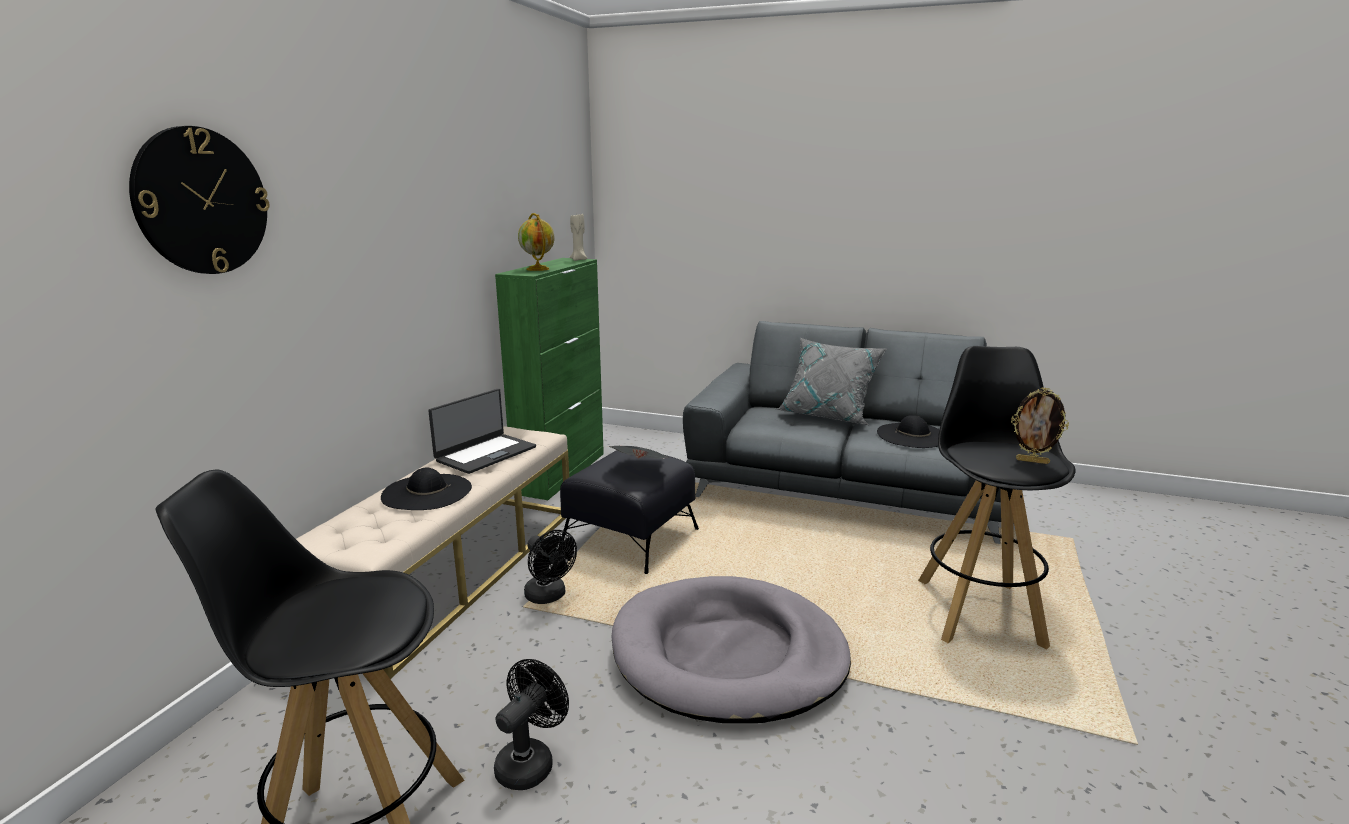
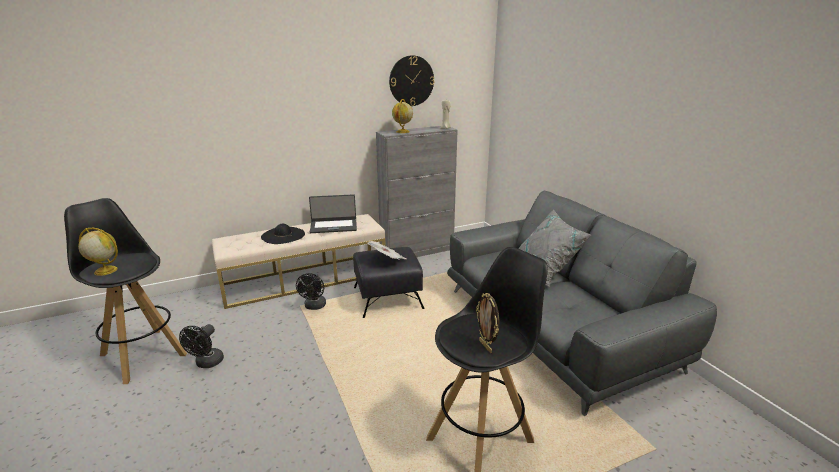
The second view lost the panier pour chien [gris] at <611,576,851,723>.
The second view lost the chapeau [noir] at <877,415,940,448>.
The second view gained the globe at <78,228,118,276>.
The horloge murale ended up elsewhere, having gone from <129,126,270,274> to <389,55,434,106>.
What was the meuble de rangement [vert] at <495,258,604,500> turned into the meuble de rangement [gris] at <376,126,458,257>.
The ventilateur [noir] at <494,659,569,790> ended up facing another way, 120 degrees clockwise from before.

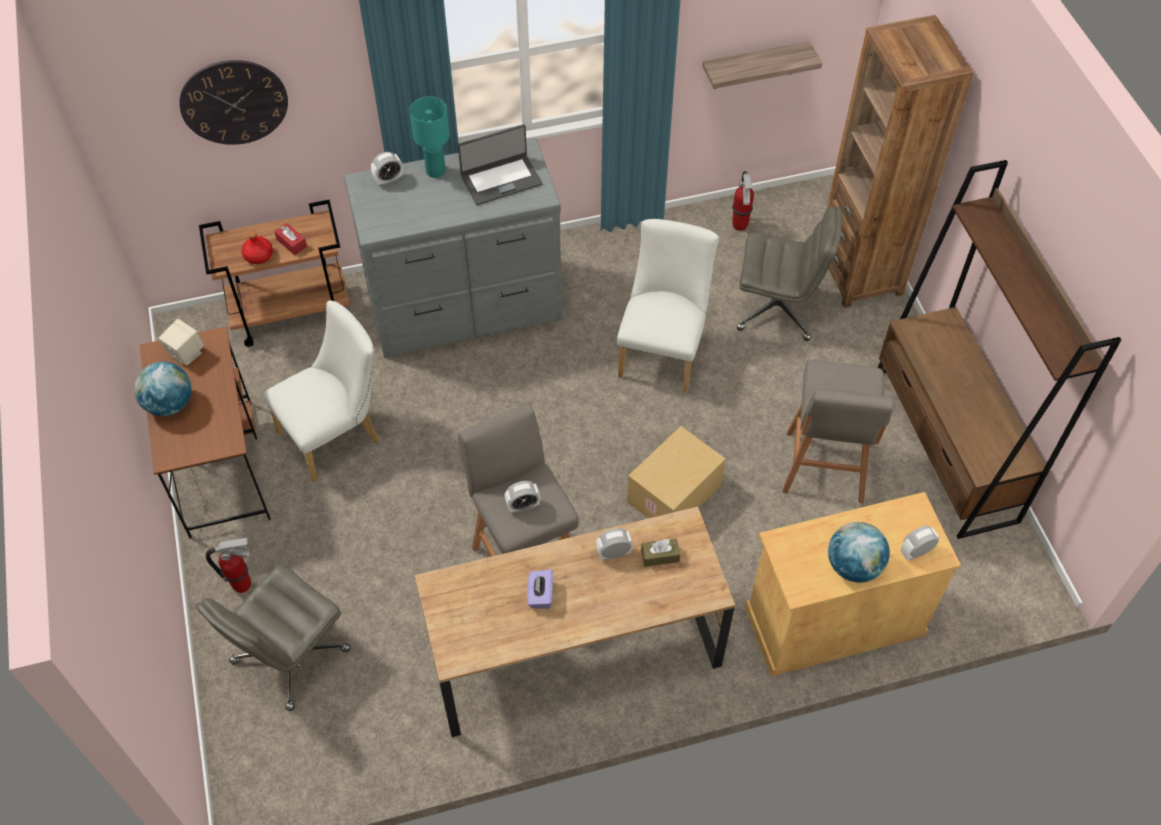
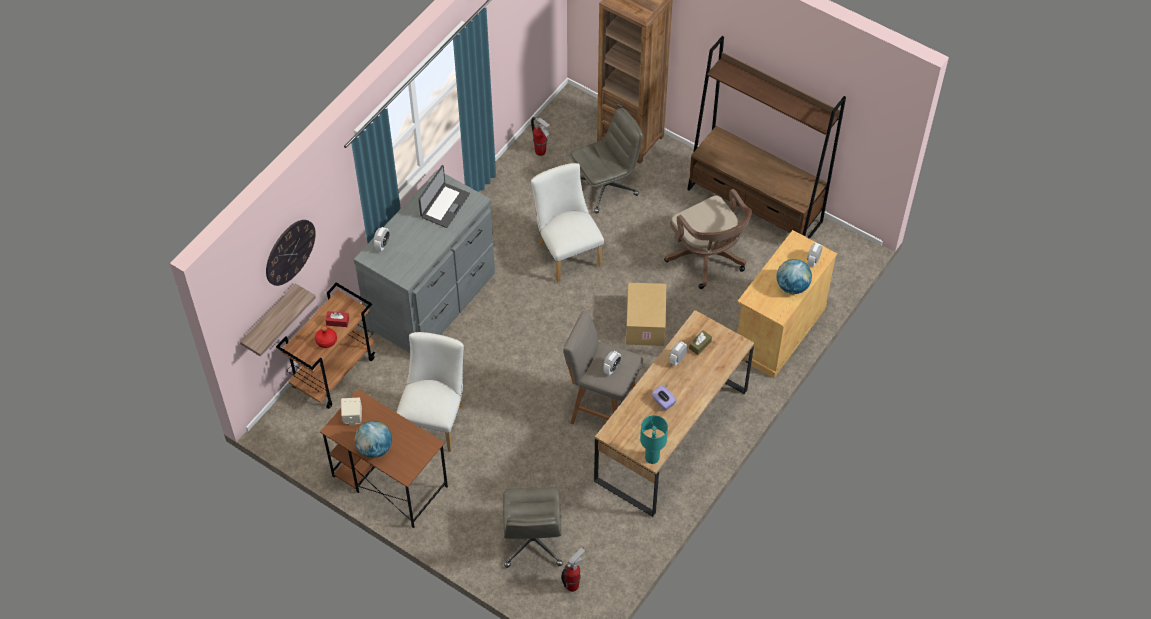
The extincteur ended up elsewhere, having gone from <206,538,252,593> to <561,547,586,592>.
The lampe de table [turquoise] ended up elsewhere, having gone from <409,96,450,178> to <640,415,668,464>.
The étagère ended up elsewhere, having gone from <702,41,822,89> to <240,283,316,357>.
Where the tabouret [gris] stood at <782,360,893,503>, the chaise de bureau [marron] came to stand at <664,189,752,289>.

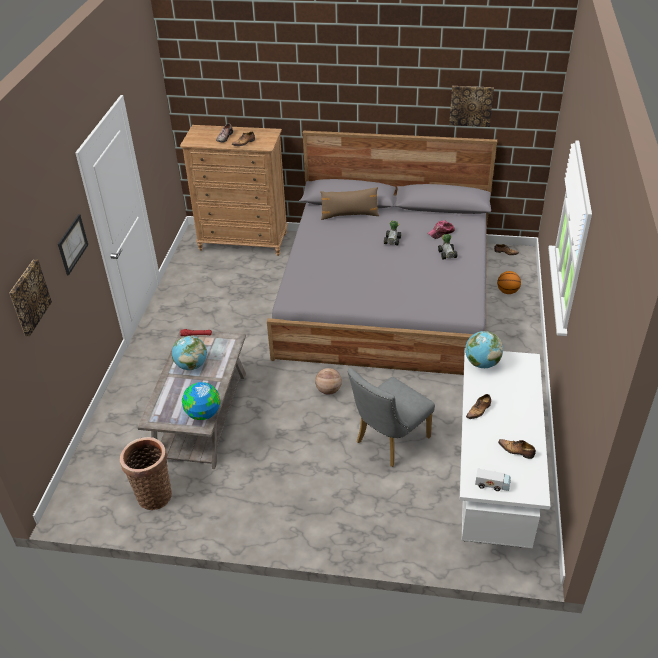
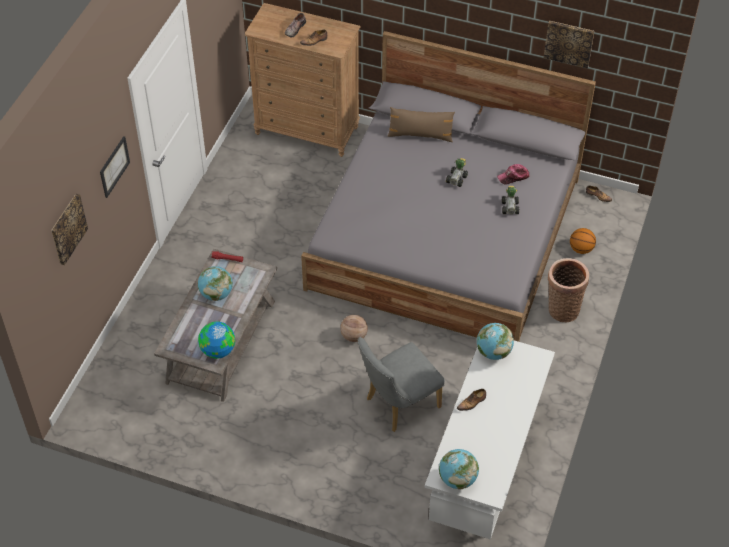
The second view lost the chaussure at <498,439,536,459>.
The panier ended up elsewhere, having gone from <120,437,172,510> to <548,258,589,322>.
Where the camion jouet stood at <475,469,511,491>, the globe came to stand at <439,449,479,489>.

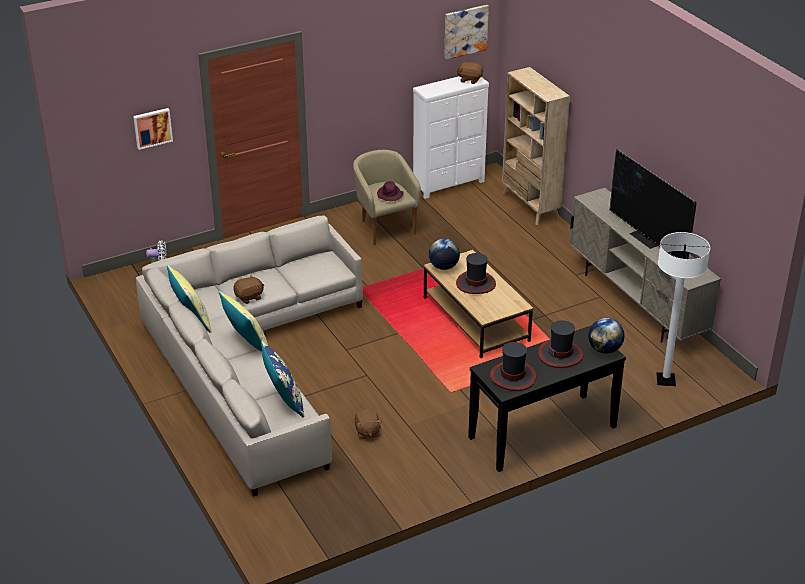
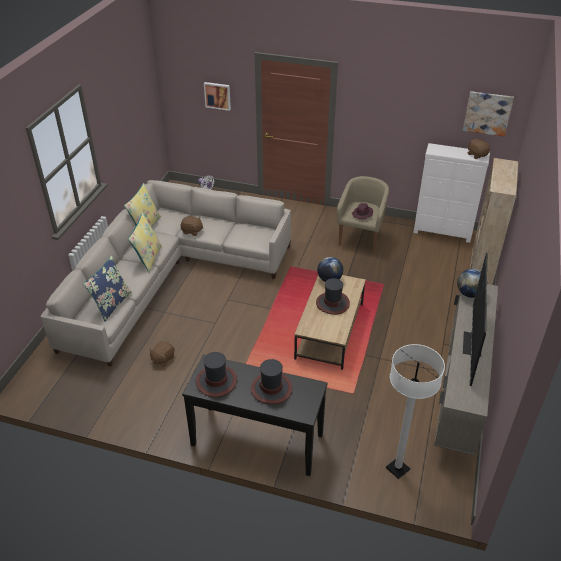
The globe ended up elsewhere, having gone from <588,318,625,354> to <457,269,481,298>.

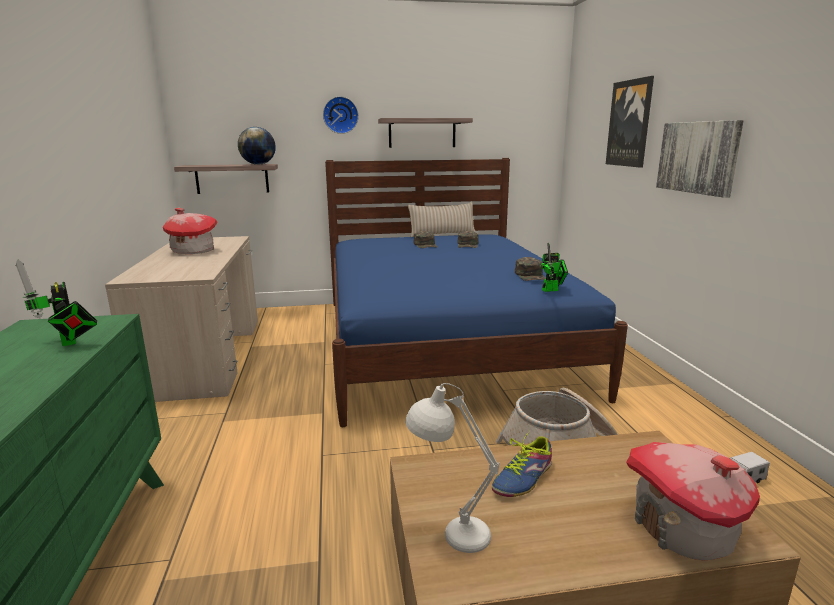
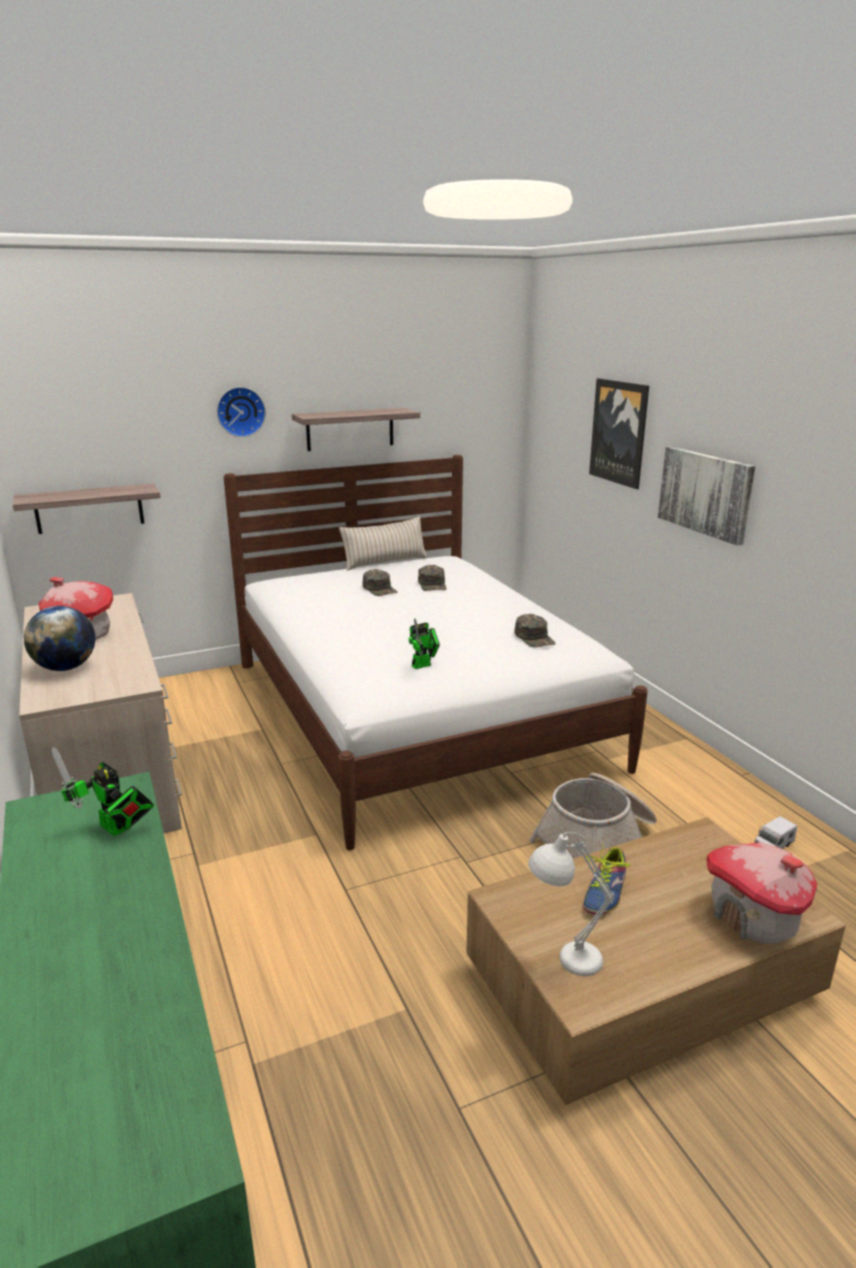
The globe ended up elsewhere, having gone from <238,127,276,165> to <24,606,96,671>.
The robot jouet ended up elsewhere, having gone from <541,242,568,292> to <409,619,440,669>.
What was the lit [bleu] at <325,158,628,427> turned into the lit [blanc] at <224,455,648,850>.

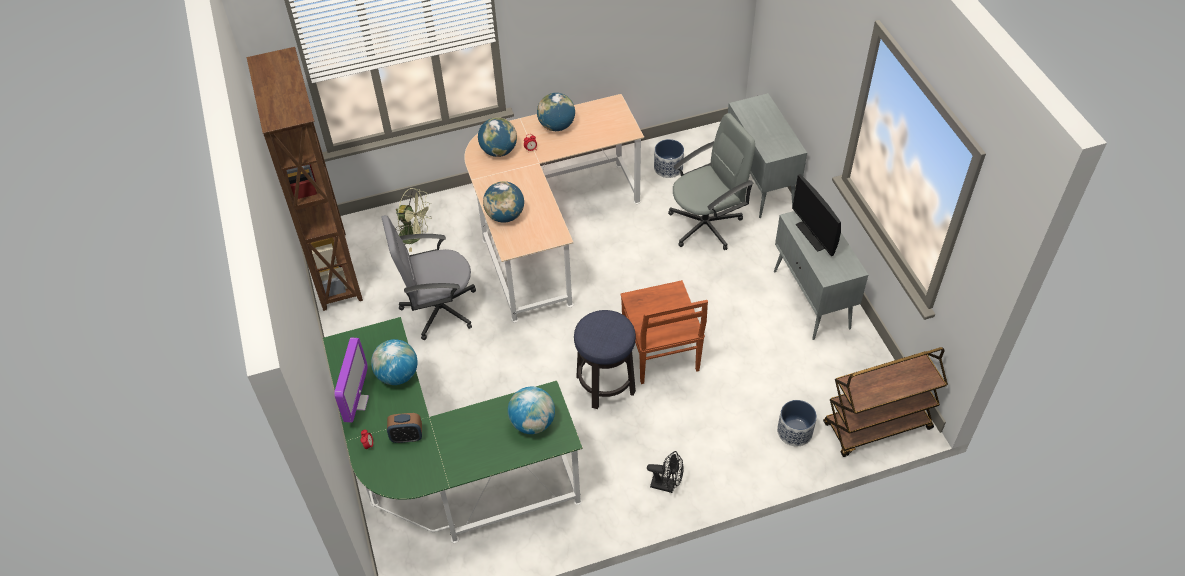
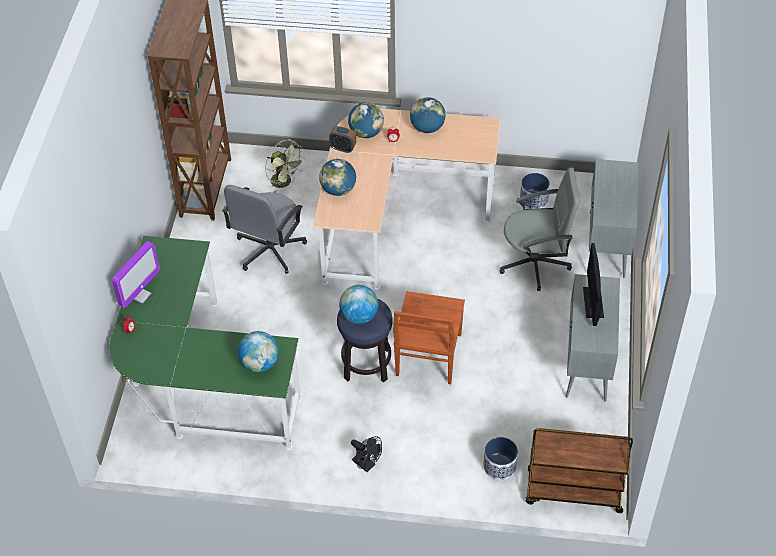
The globe ended up elsewhere, having gone from <371,339,418,385> to <339,285,378,324>.
The réveil ended up elsewhere, having gone from <387,413,422,443> to <329,126,356,153>.
The chaise de bureau [gris] at <381,215,476,340> ended up facing another way, 75 degrees counterclockwise from before.

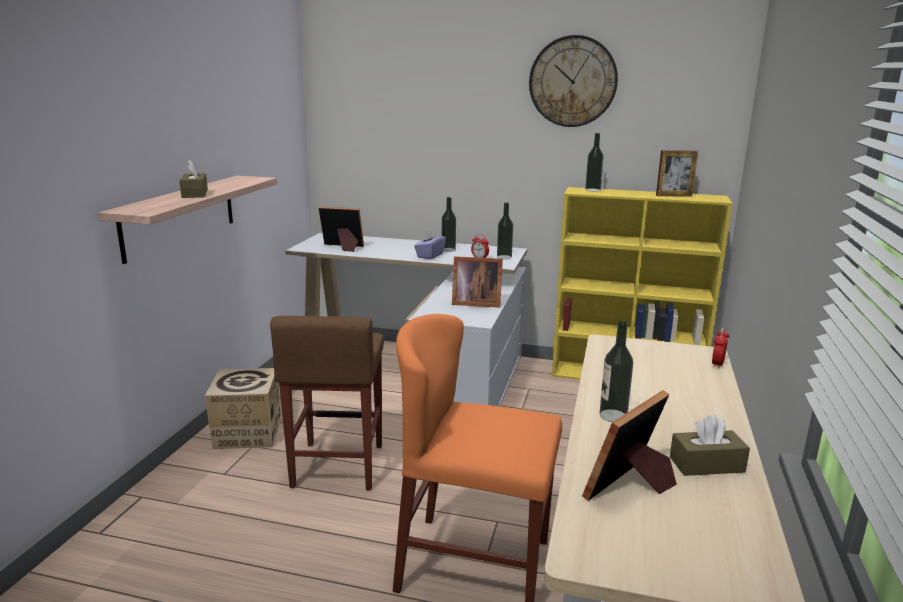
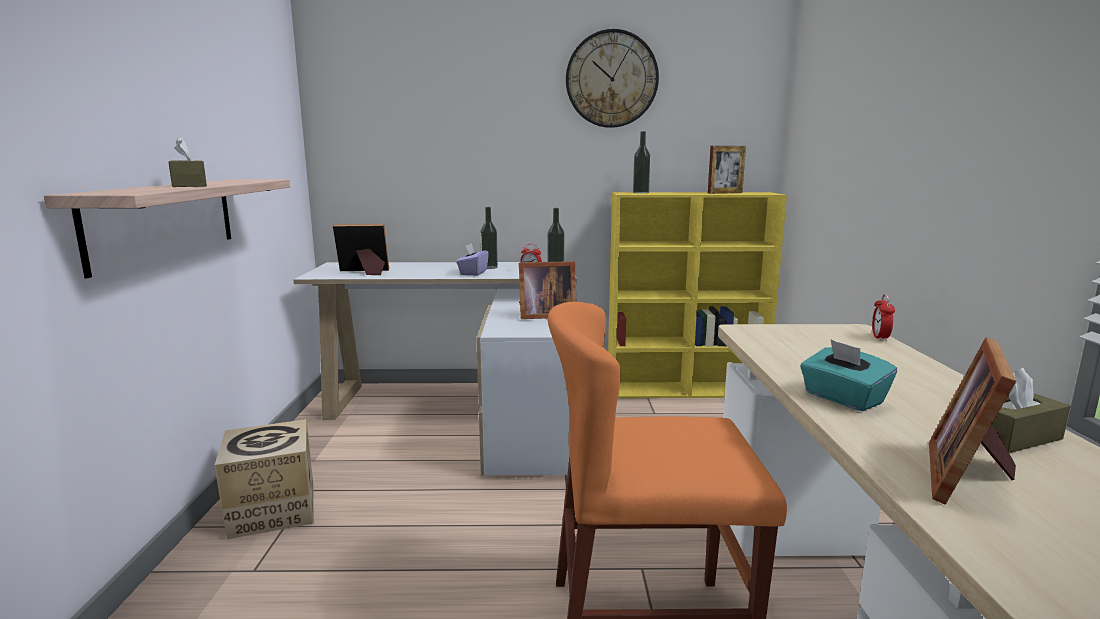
The second view lost the tabouret [marron] at <270,316,384,491>.
Where the bouteille stood at <600,321,633,422>, the boîte à mouchoirs [turquoise] came to stand at <800,339,897,411>.

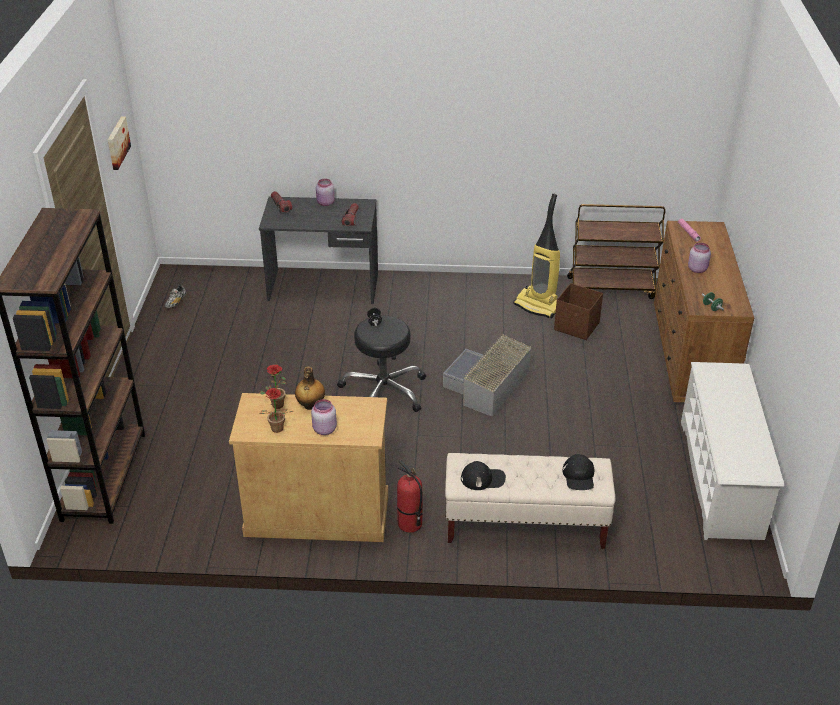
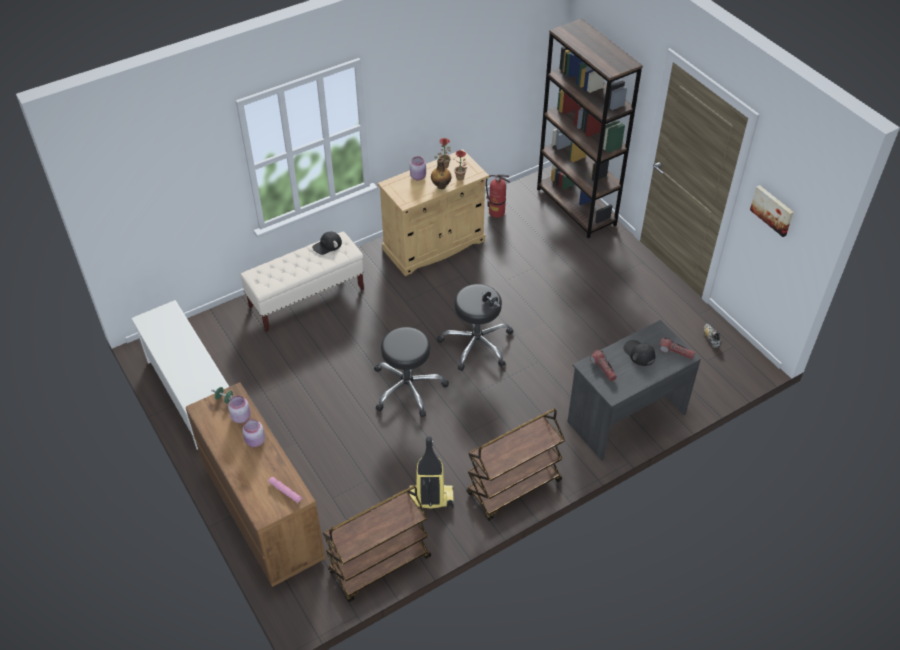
The second view lost the boîte de rangement [marron] at <554,283,603,340>.
The second view gained the chariot [marron] at <467,409,565,521>.
The bocal [rose] ended up elsewhere, having gone from <316,179,335,206> to <228,395,250,423>.
The extincteur ended up elsewhere, having gone from <397,460,423,533> to <486,174,510,218>.
The casquette [noir] ended up elsewhere, having gone from <563,454,595,490> to <623,340,655,366>.
Where the boîte de rangement [gris] stood at <443,334,532,417>, the tabouret [noir] came to stand at <374,327,449,417>.

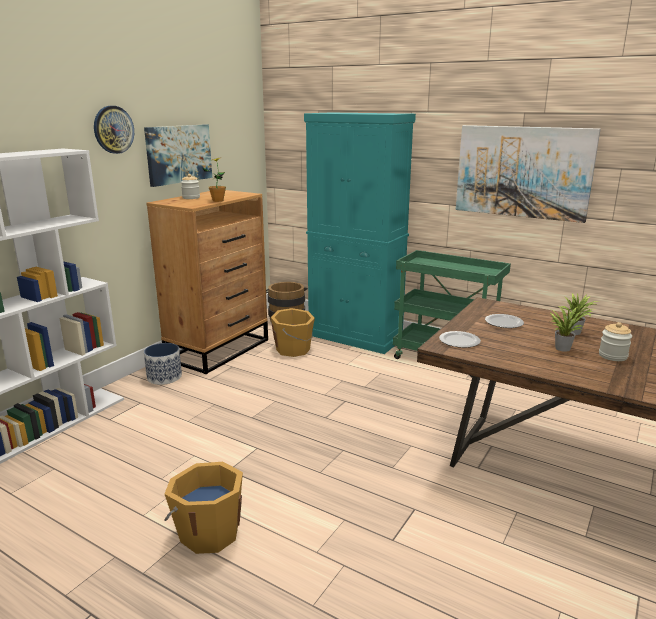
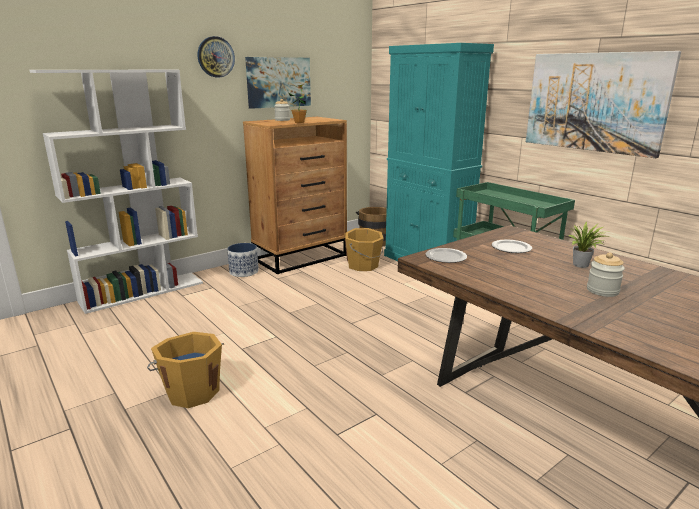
The second view lost the plante en pot at <550,306,589,352>.

